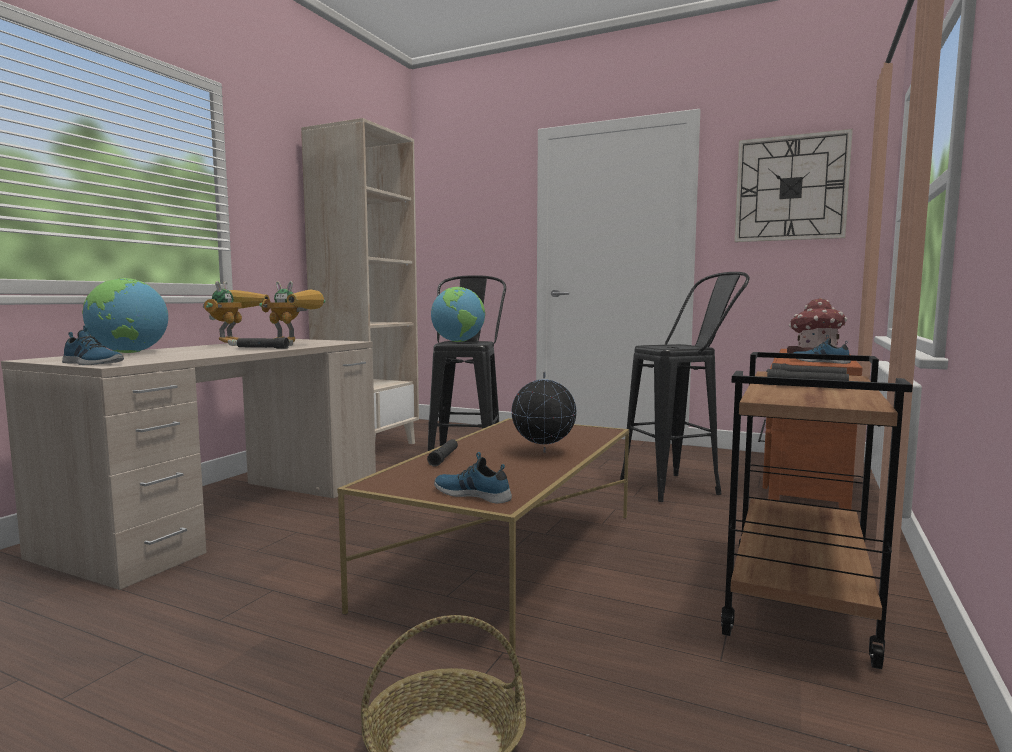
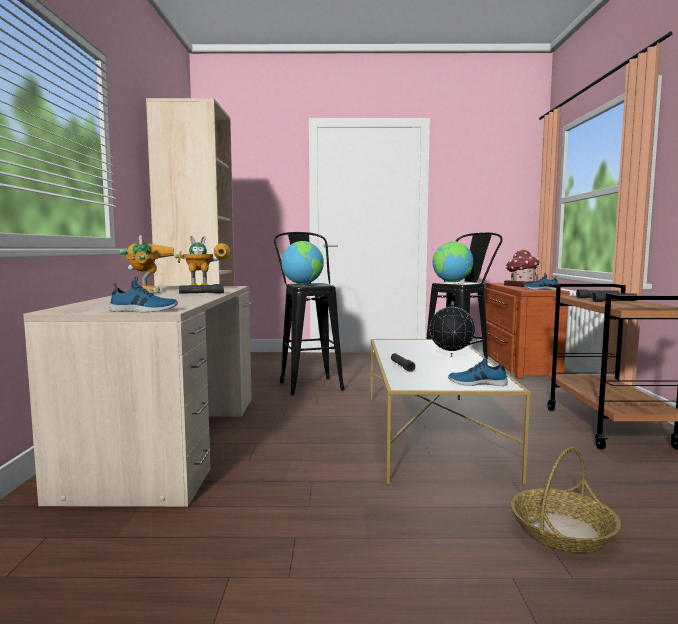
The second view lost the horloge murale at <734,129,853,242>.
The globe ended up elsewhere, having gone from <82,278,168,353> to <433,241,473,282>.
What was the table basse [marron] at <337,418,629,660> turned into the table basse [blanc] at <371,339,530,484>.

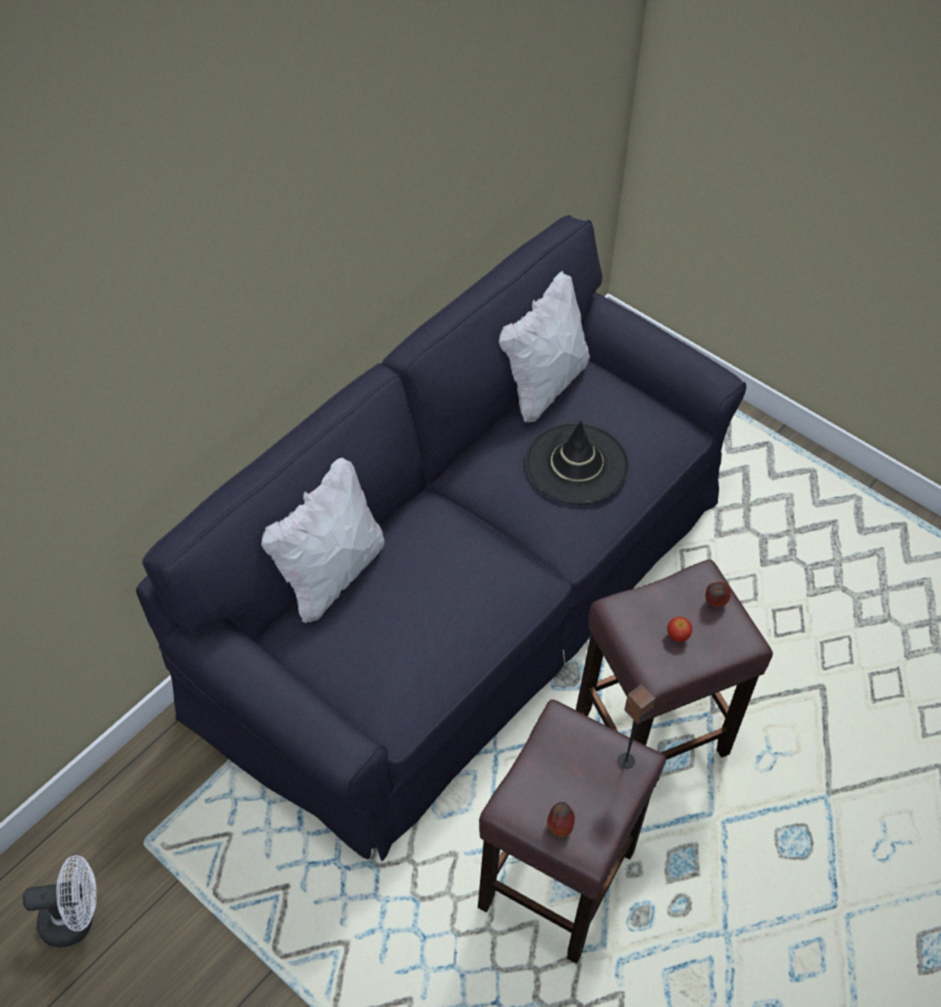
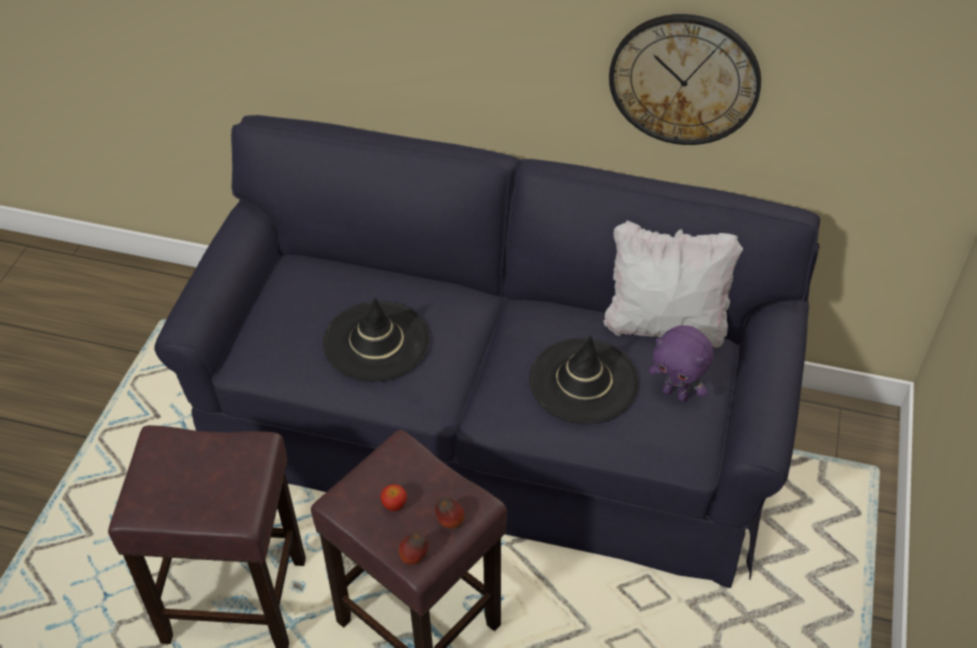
The second view lost the ventilateur [blanc] at <23,855,97,947>.
The second view lost the coussin [blanc] at <261,458,385,623>.
The second view lost the enceinte at <618,684,656,769>.
The second view gained the chapeau [noir] at <323,298,429,382>.
The second view gained the horloge murale at <609,14,761,145>.
The second view gained the peluche [violet] at <649,325,714,402>.
The pomme ended up elsewhere, having gone from <547,802,575,837> to <399,533,428,564>.

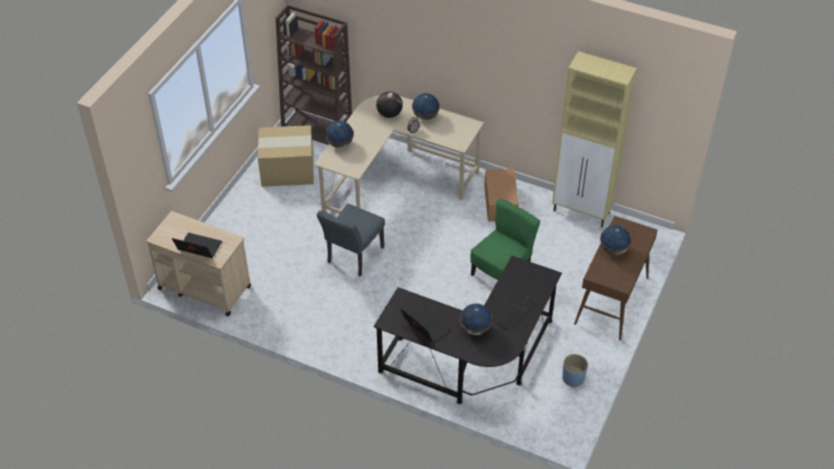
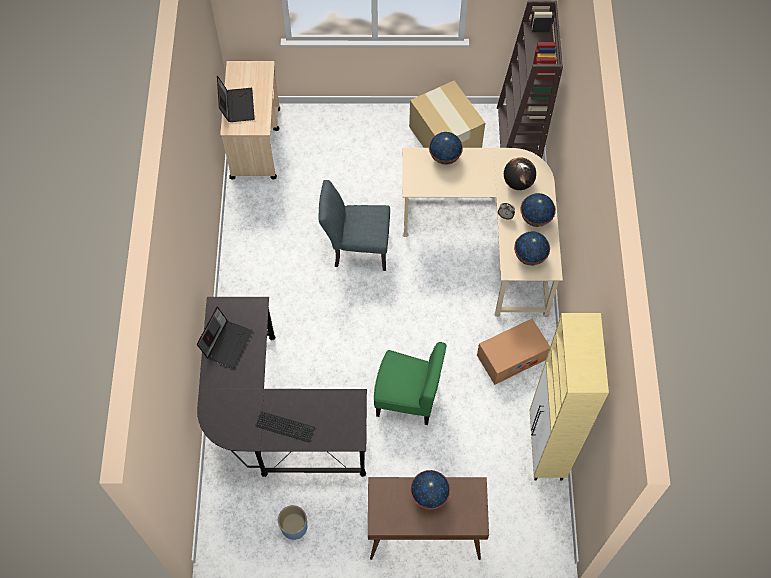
The globe ended up elsewhere, having gone from <460,304,493,335> to <514,231,550,266>.

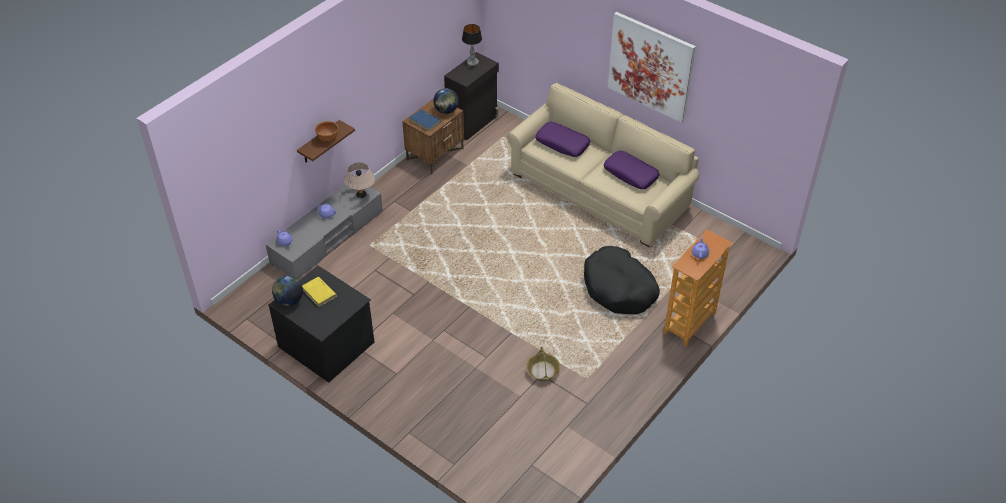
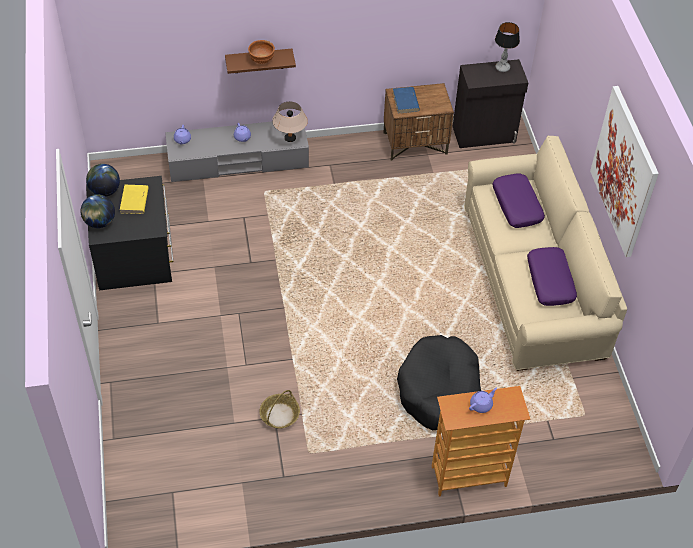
The globe ended up elsewhere, having gone from <433,88,459,114> to <81,194,115,228>.

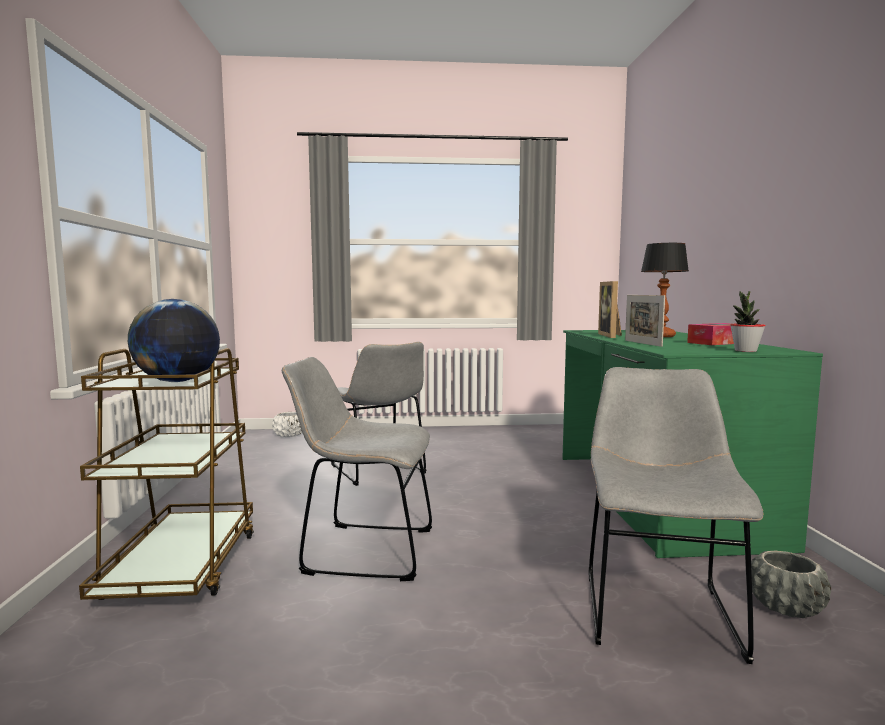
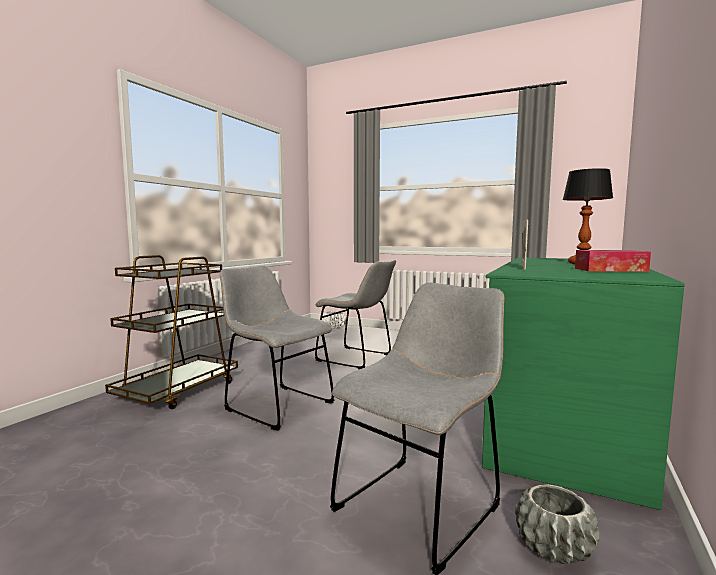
The second view lost the globe at <128,299,220,382>.
The second view lost the cadre photo at <598,281,622,338>.
The second view lost the plante en pot at <730,291,766,352>.
The chaise [gris] at <331,342,427,486> ended up facing another way, 60 degrees counterclockwise from before.

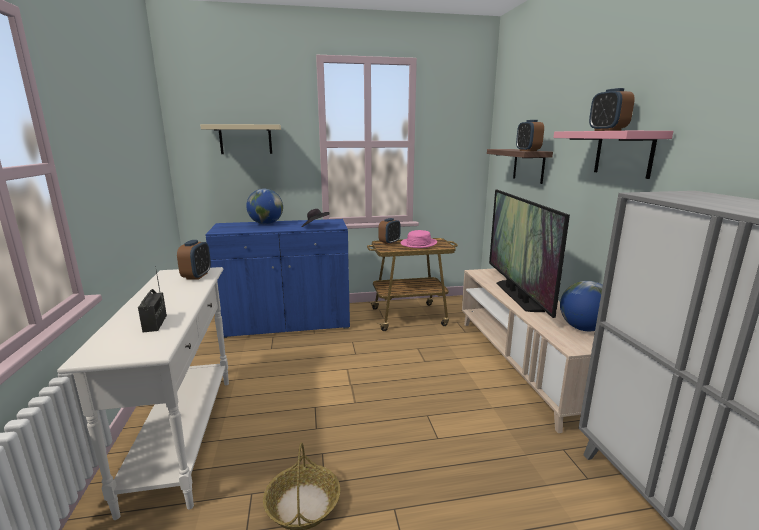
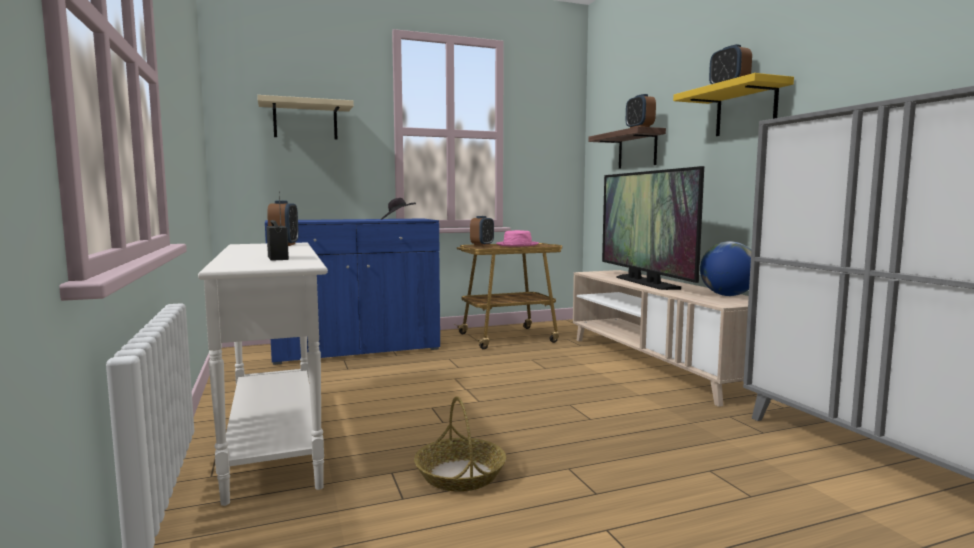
The second view lost the globe at <246,189,283,224>.
What was the étagère [rose] at <553,131,673,179> turned into the étagère [jaune] at <673,73,794,136>.

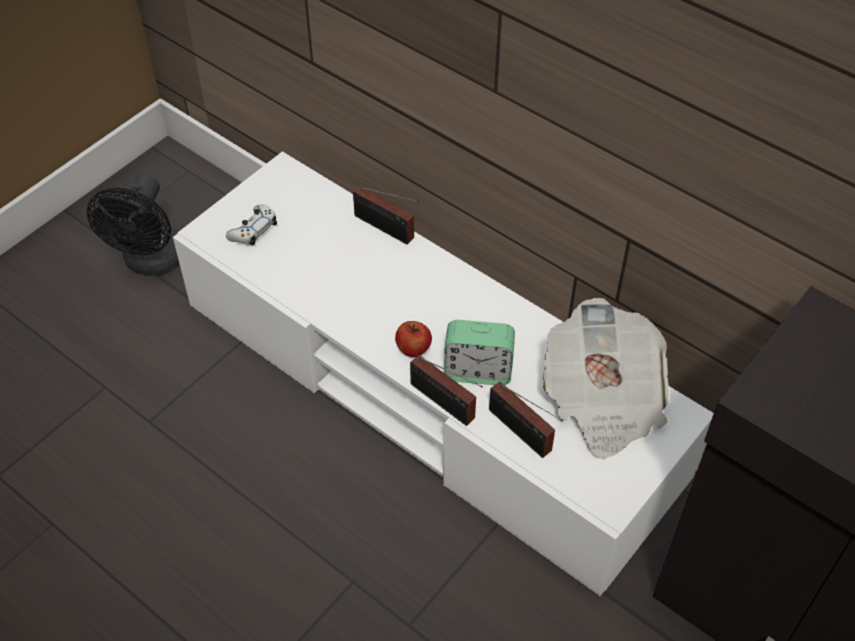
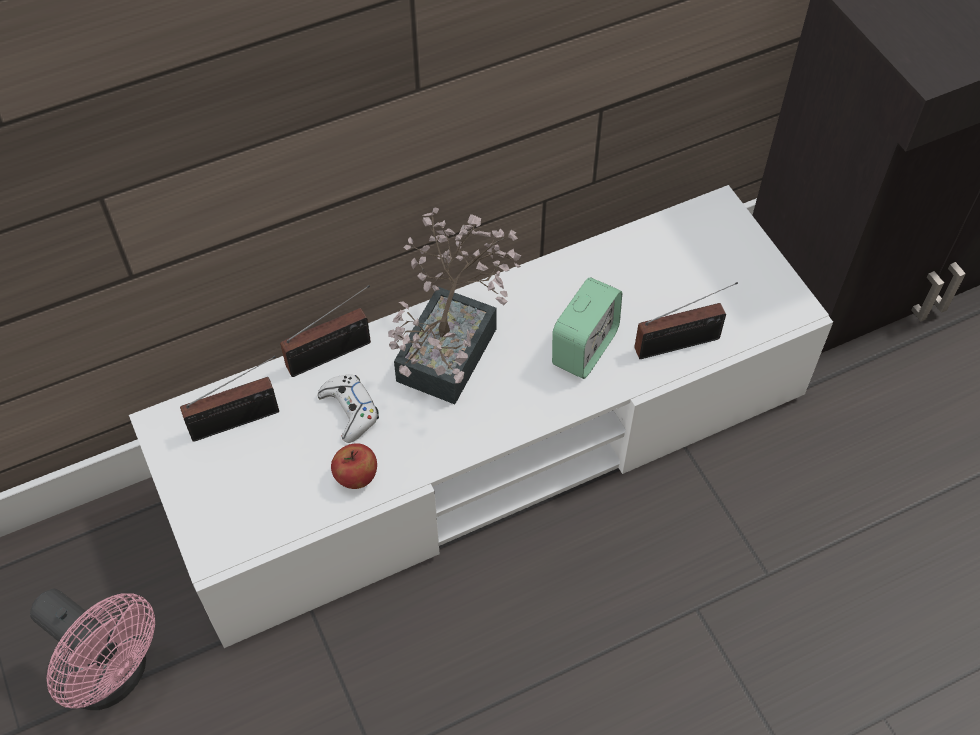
The second view lost the journal at <542,298,669,460>.
The second view gained the plante en pot at <388,207,522,404>.
The manette [blanc] ended up elsewhere, having gone from <226,204,277,246> to <318,374,379,443>.
The pomme ended up elsewhere, having gone from <395,321,432,357> to <331,443,377,489>.
The radio ended up elsewhere, having gone from <410,355,483,426> to <180,356,279,442>.
What was the ventilateur [noir] at <87,174,179,276> turned into the ventilateur [rose] at <30,589,155,710>.

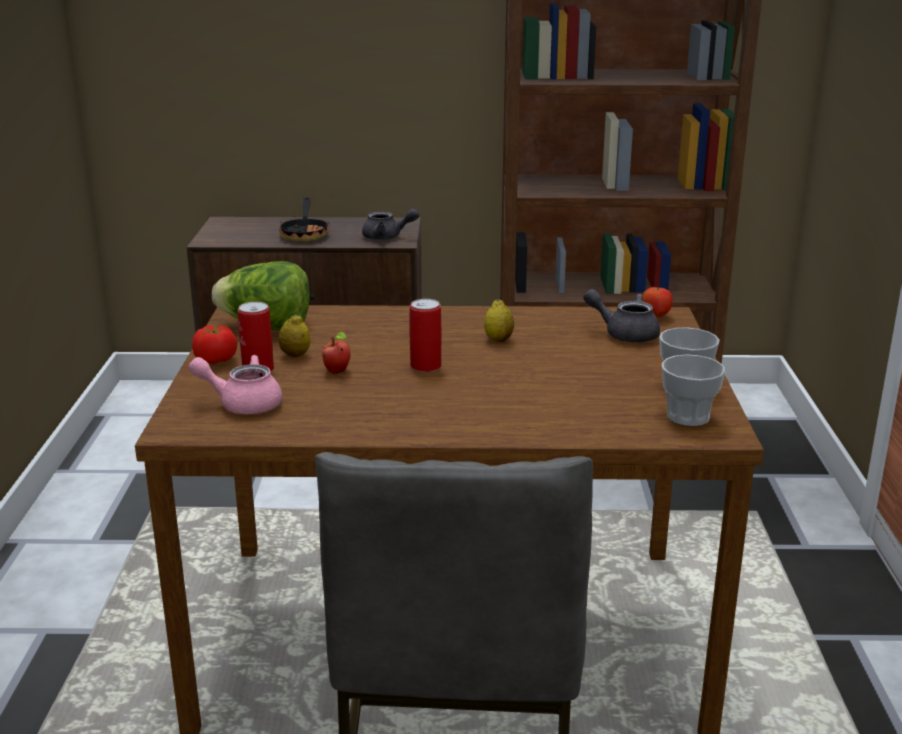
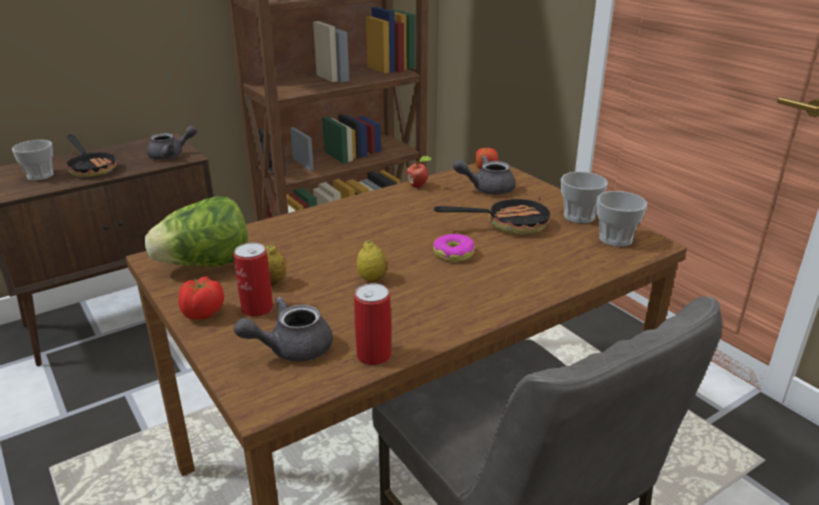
The second view gained the tasse at <12,140,53,181>.
The second view gained the beignet at <433,234,475,262>.
The second view gained the poêle at <434,194,550,235>.
The pomme ended up elsewhere, having gone from <322,332,351,374> to <406,156,432,188>.
The boîte métallique ended up elsewhere, having gone from <410,299,442,372> to <354,283,391,365>.
The citron ended up elsewhere, having gone from <484,300,514,342> to <357,241,387,282>.
What was the théière [rose] at <188,355,282,414> turned into the théière [gris] at <234,297,333,362>.

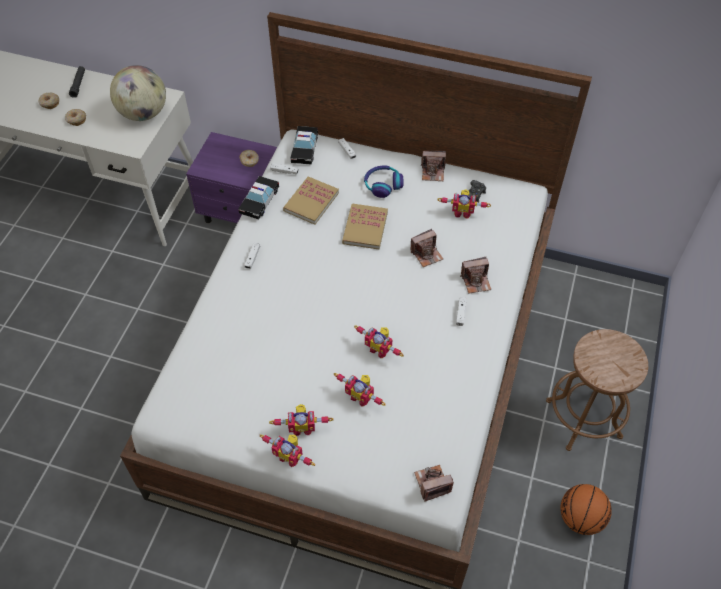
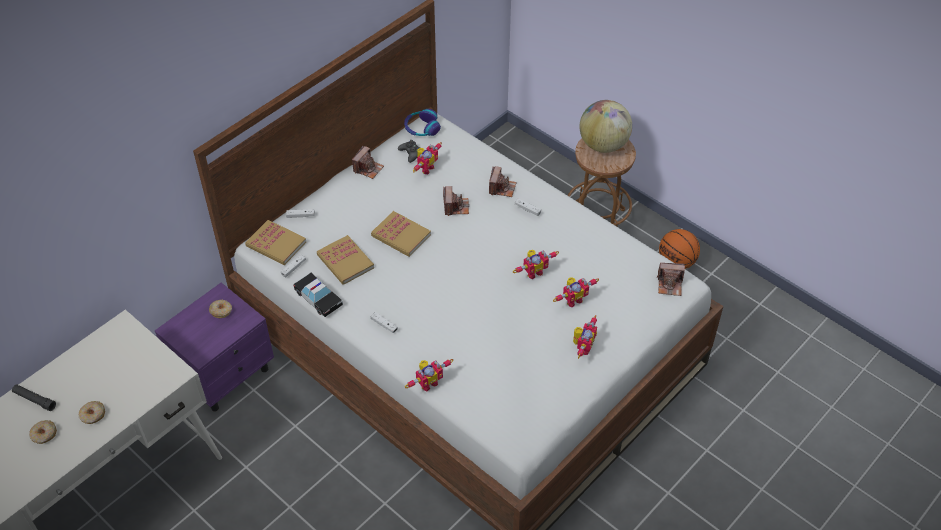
The globe ended up elsewhere, having gone from <110,65,166,121> to <580,100,632,153>.
The robot jouet ended up elsewhere, having gone from <260,435,315,467> to <405,359,454,391>.
The casque audio ended up elsewhere, having gone from <364,165,404,198> to <404,109,441,136>.
Where the petite voiture stood at <291,126,318,165>, the livre came to stand at <245,220,306,265>.
The appareil photo at <414,465,454,502> ended up facing another way, 90 degrees counterclockwise from before.

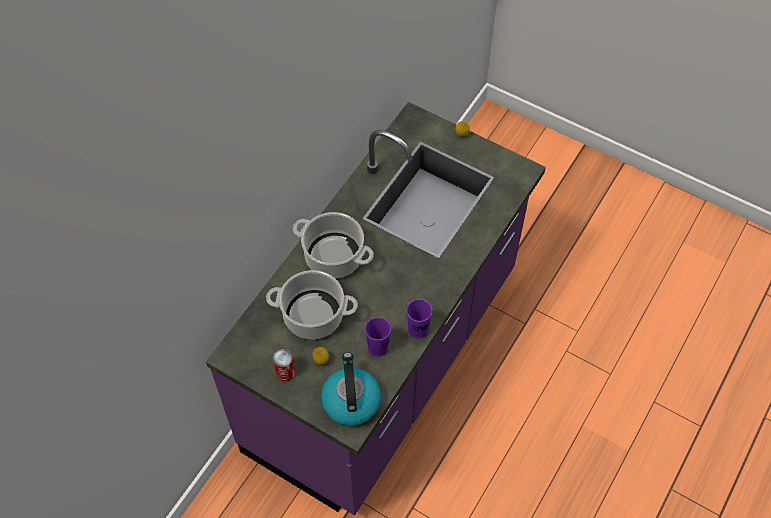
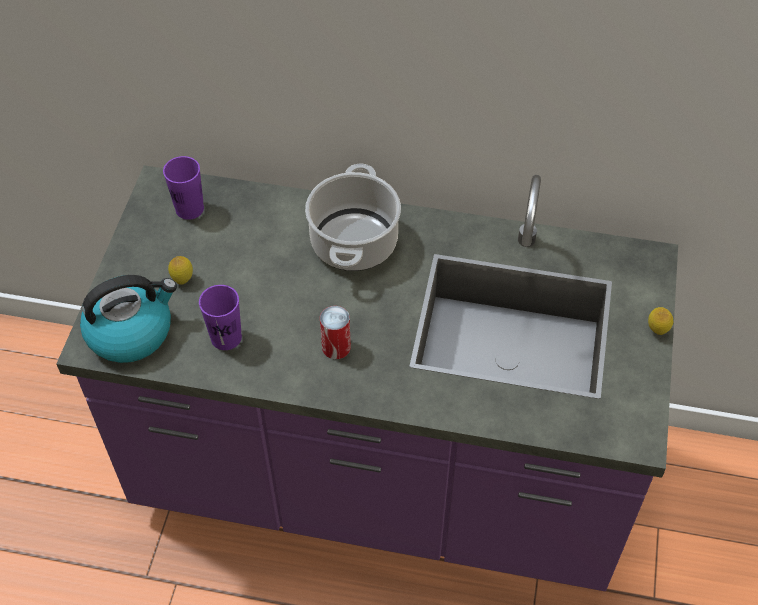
The second view lost the marmite at <266,270,358,339>.
The boîte métallique ended up elsewhere, having gone from <273,349,295,381> to <320,306,351,359>.
The tasse [violet] ended up elsewhere, having gone from <407,299,432,339> to <163,156,204,220>.

